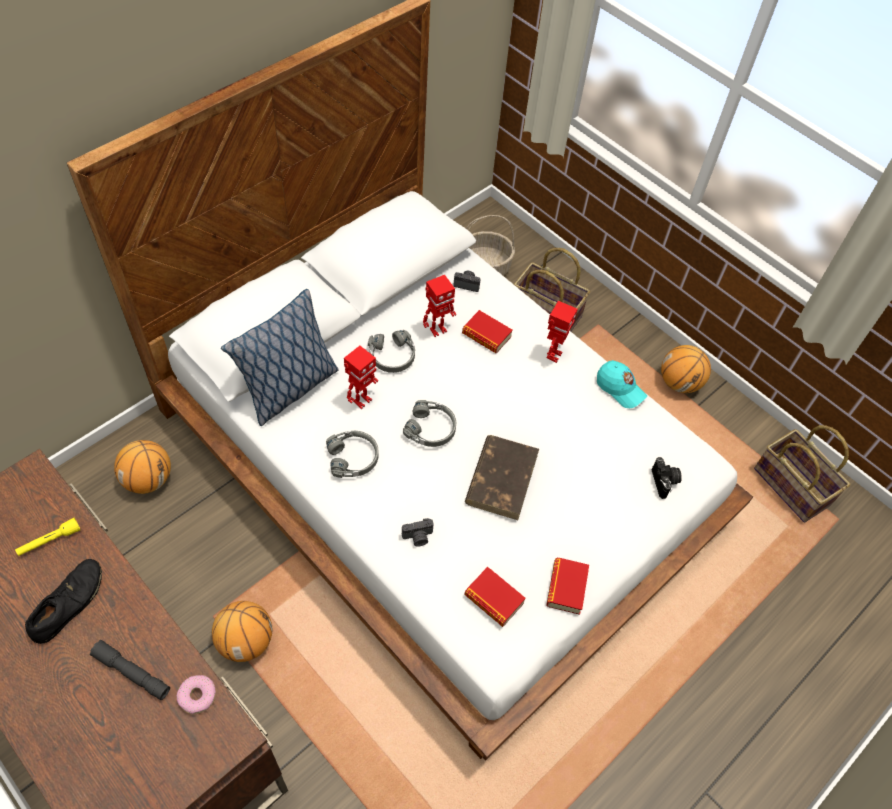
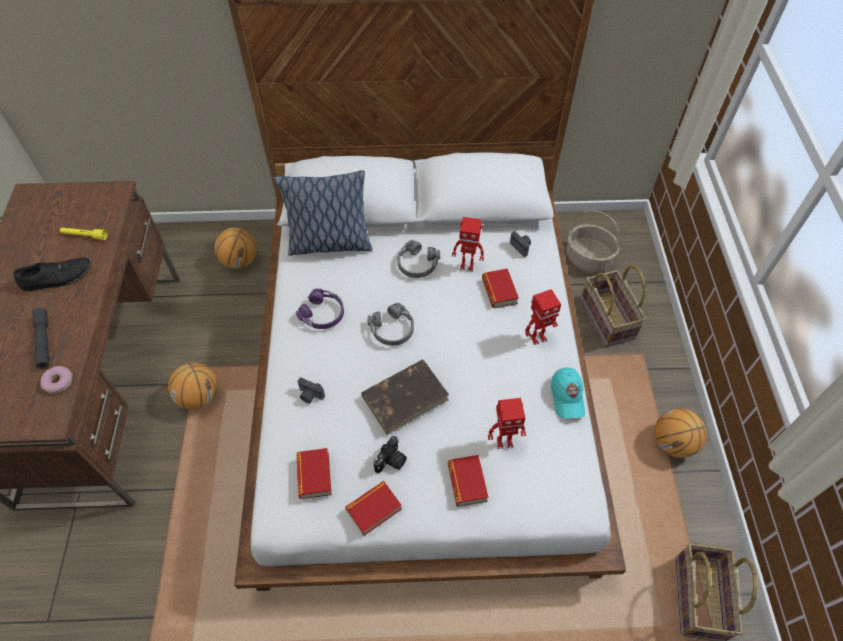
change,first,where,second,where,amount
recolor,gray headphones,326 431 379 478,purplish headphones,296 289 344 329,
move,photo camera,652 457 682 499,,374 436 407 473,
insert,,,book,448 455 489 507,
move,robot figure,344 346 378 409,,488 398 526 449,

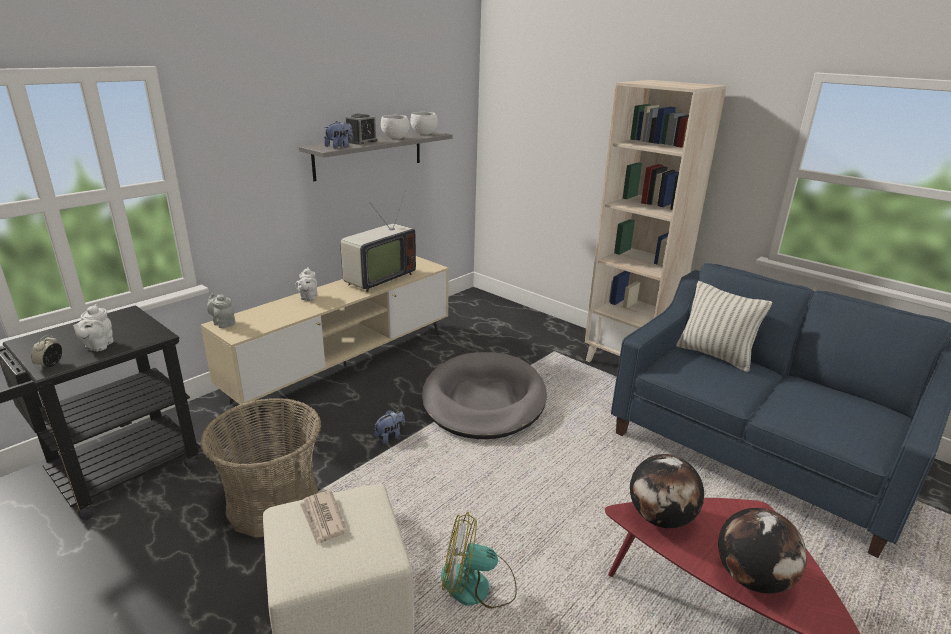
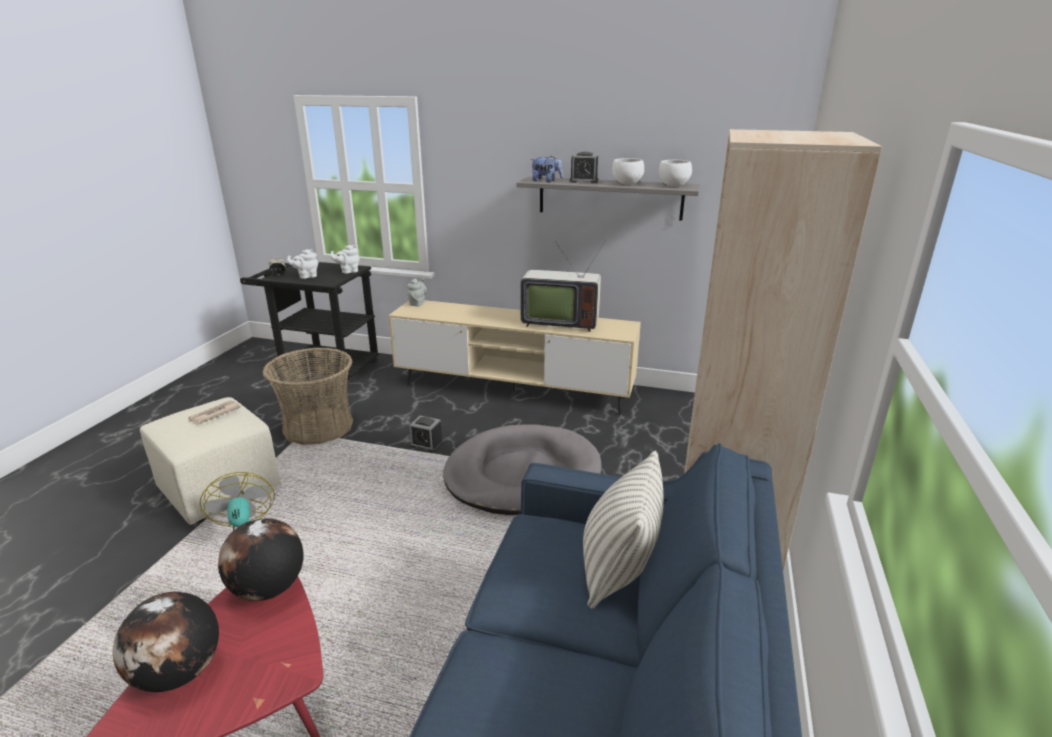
change,first,where,second,where,amount
move,whitish tea pot,295 267 317 301,,330 245 360 274,
replace,cuddly toy,374 410 405 444,bedside clock,409 416 443 452,

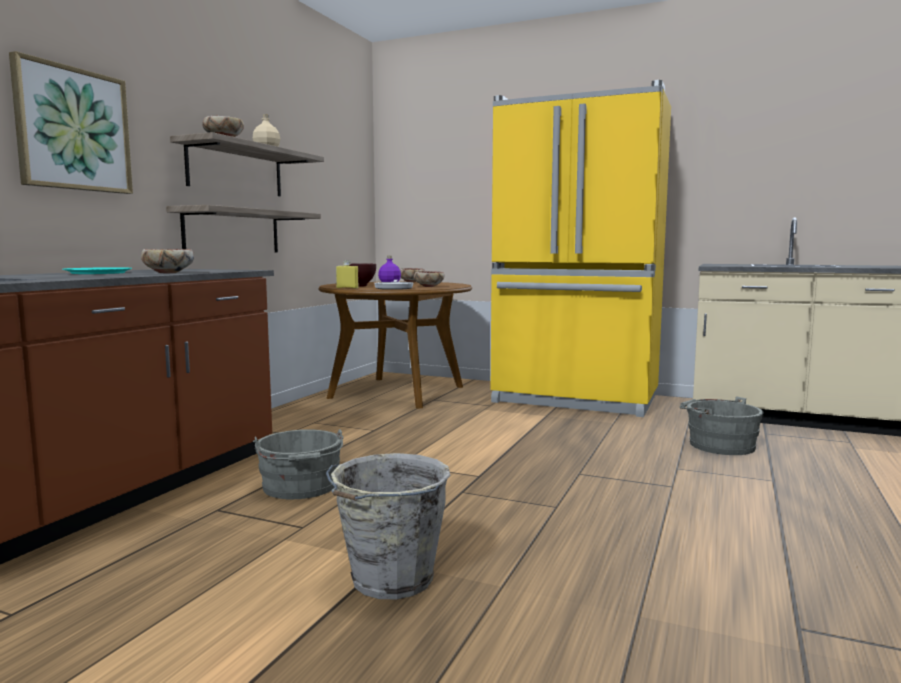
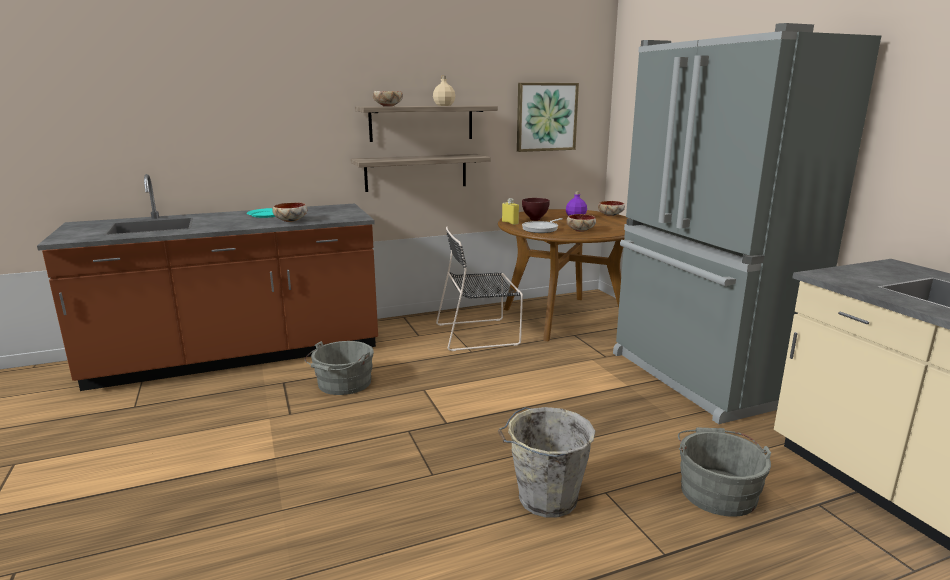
change,first,where,second,where,amount
insert,,,blackish chair,436 227 523 351,
move,gray water bucket,326 453 451 599,,498 407 595 518,
move,picture,9 51 133 194,,517 83 579 152,
recolor,yellow refrigerator,491 80 671 417,gray refrigerator,613 23 881 424,

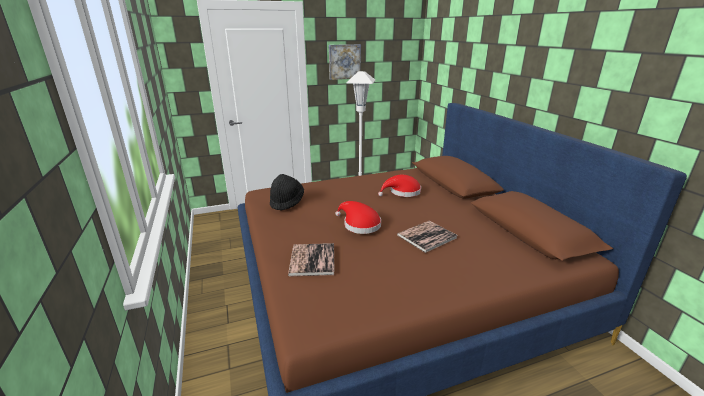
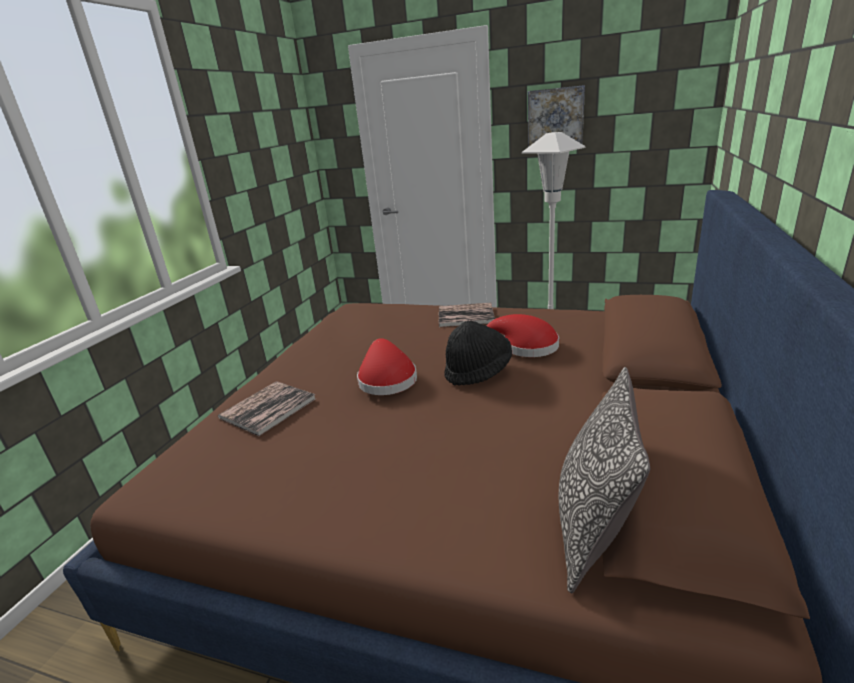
change,first,where,second,where,amount
move,book,397 220 457 253,,439 303 495 327,
move,blackish hat,270 174 304 211,,444 320 512 386,
insert,,,throw pillow,559 367 650 593,

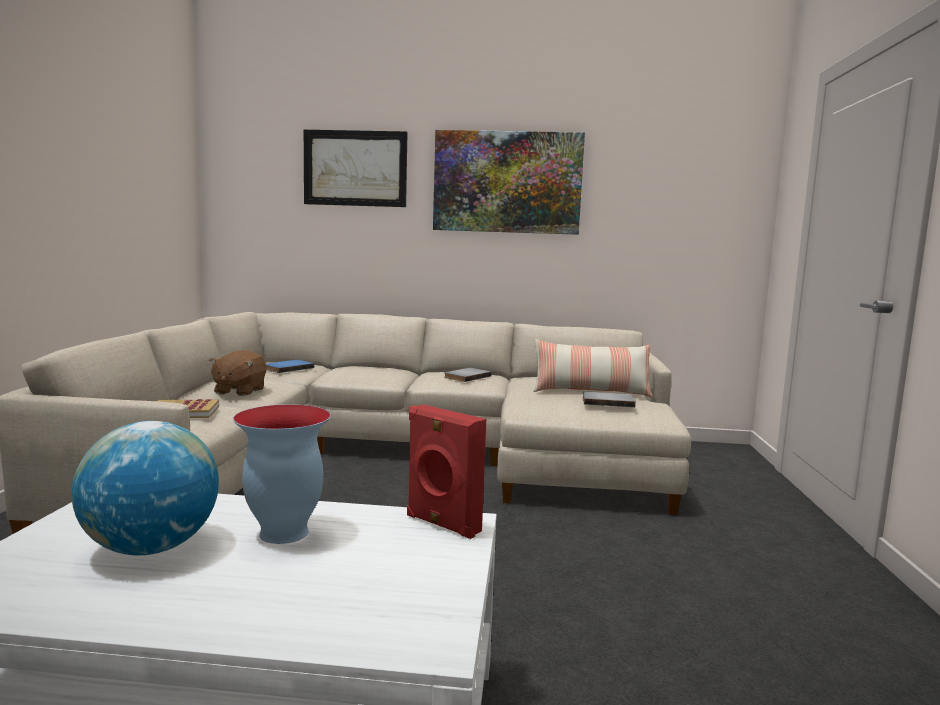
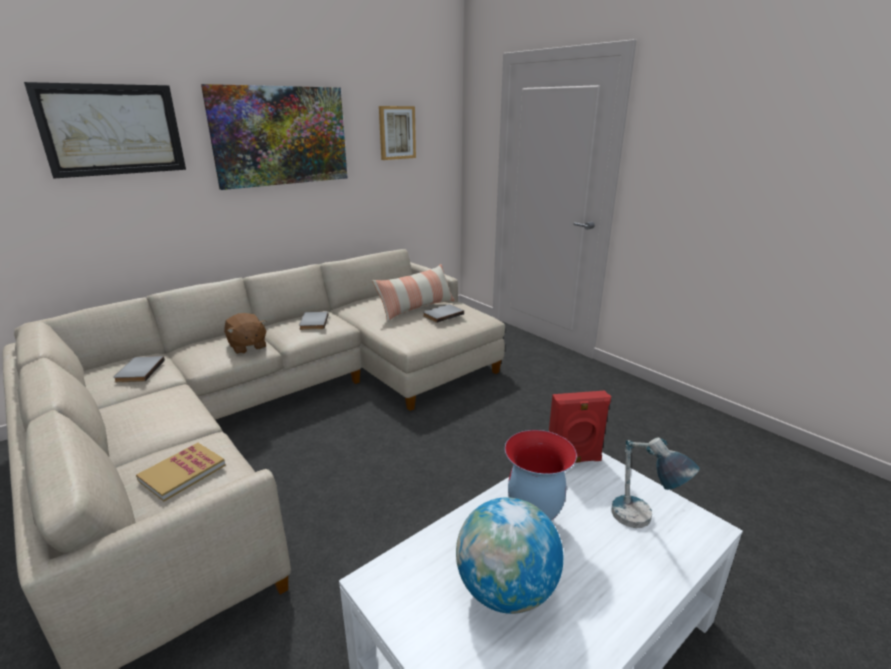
change,first,where,second,where,amount
recolor,blue book,266 360 314 373,gray book,113 356 165 383,
move,brown-coloured cuddly toy,209 350 266 396,,224 313 267 354,
insert,,,picture,379 106 416 160,
insert,,,lamp for a table,611 438 700 528,

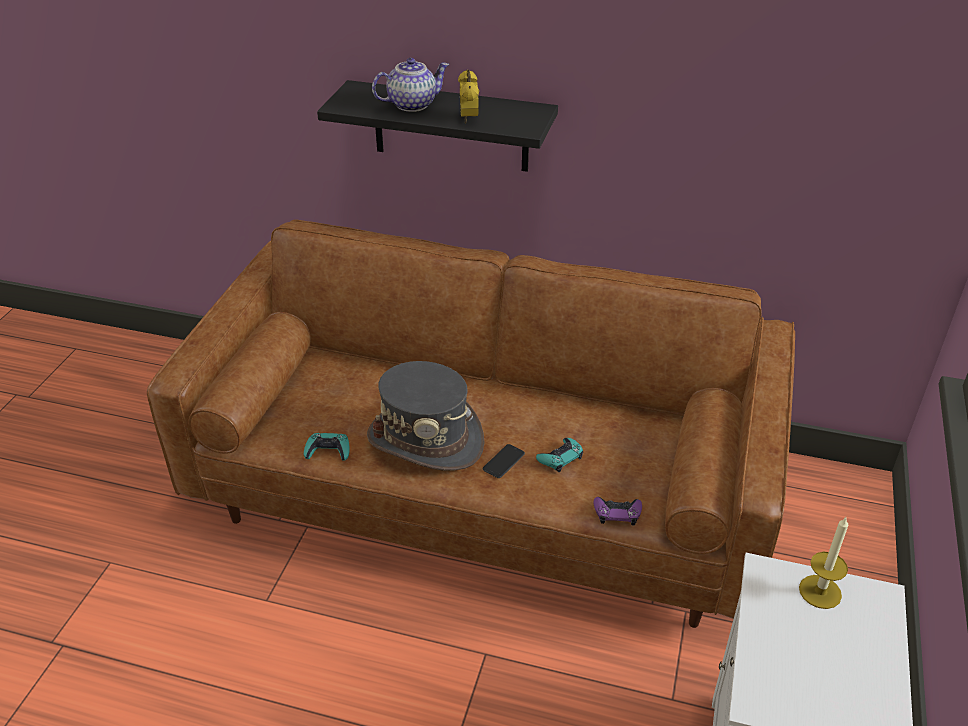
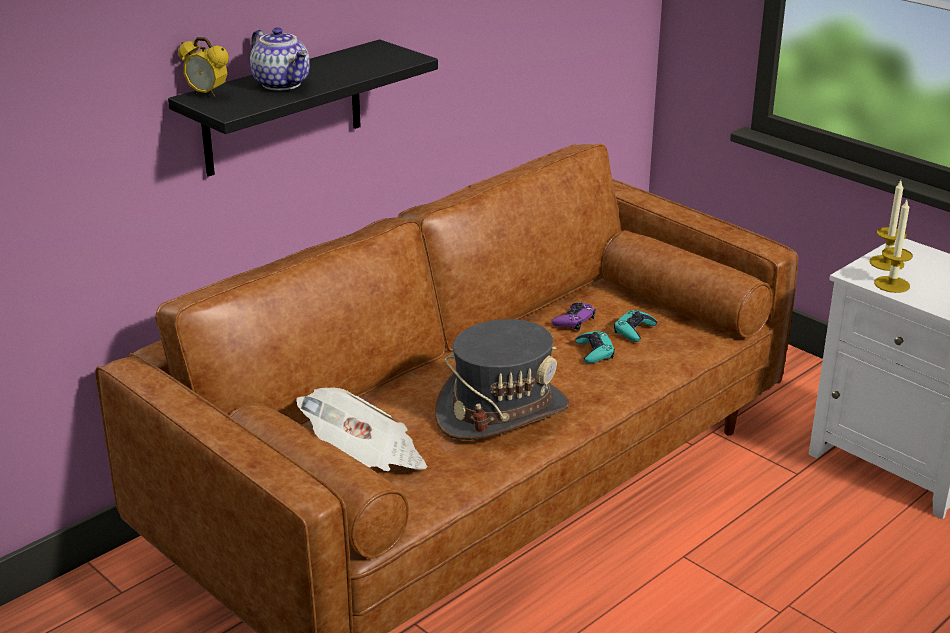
change,first,where,second,where,amount
move,bedside clock,458 70 479 123,,178 37 229 98,
rotate,tea pot,372 58 450 112,,250 27 310 91,135 degrees clockwise
insert,,,newspaper,296 387 428 471,
move,purplish joypad,594 497 642 525,,551 302 596 331,
move,blue-green joypad,304 433 350 461,,614 310 657 342,
insert,,,wax light,874 200 913 293,
delete,phone,483 444 525 478,,,

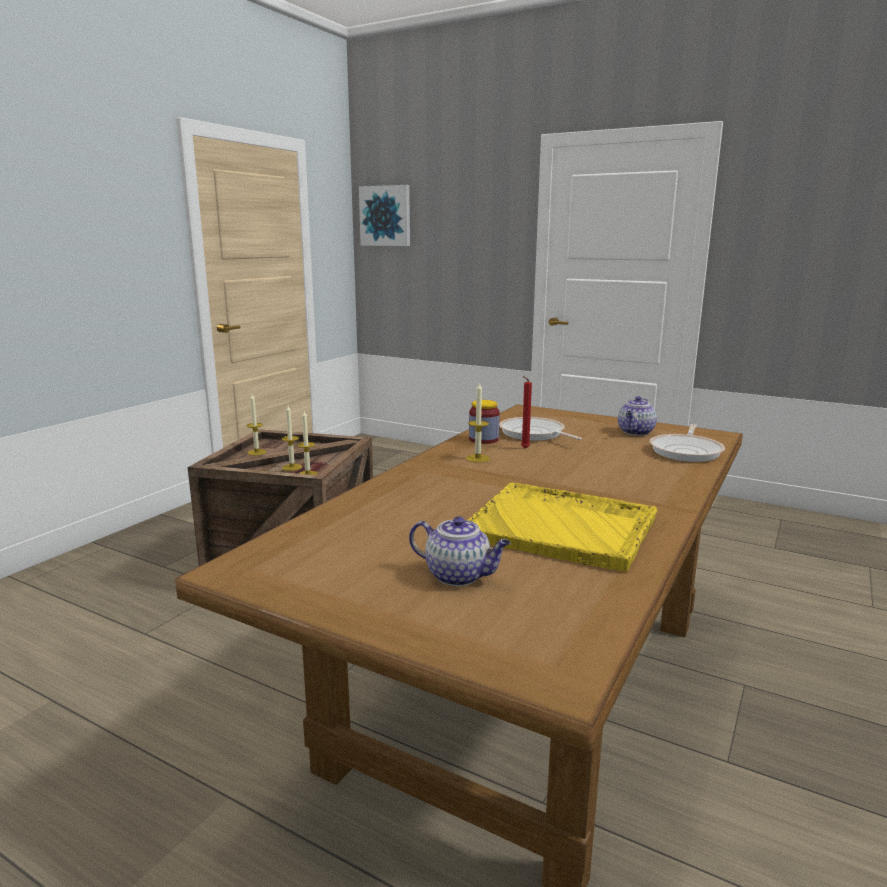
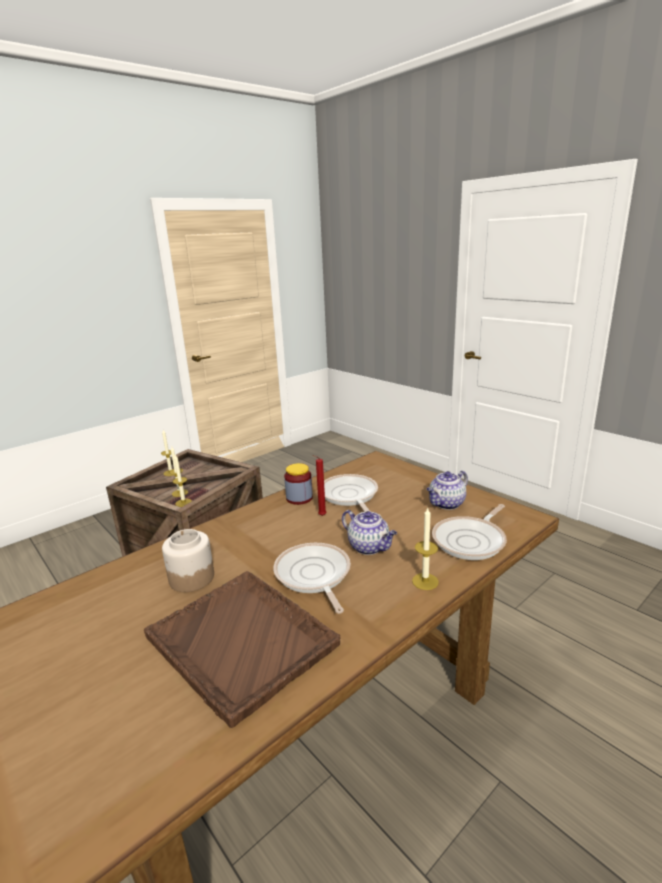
change,first,where,second,where,amount
recolor,yellow serving tray,468 483 657 572,brown-coloured serving tray,144 571 340 728,
insert,,,preserve jar,162 529 214 592,
insert,,,skillet,273 543 351 614,
move,tea pot,409 516 511 586,,342 510 397 555,
move,wax light,466 382 490 463,,412 508 439 590,
delete,picture,359 185 410 246,,,

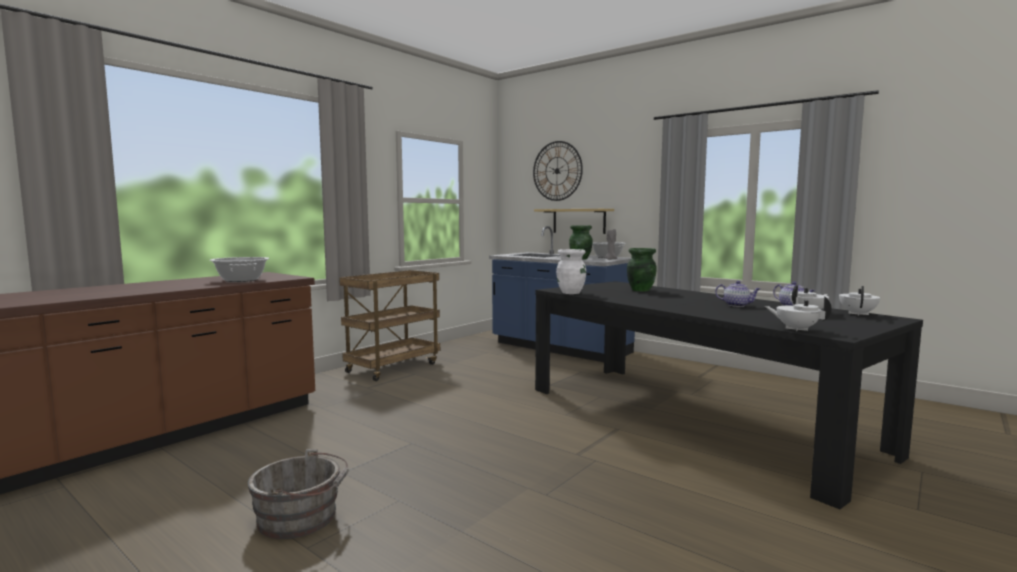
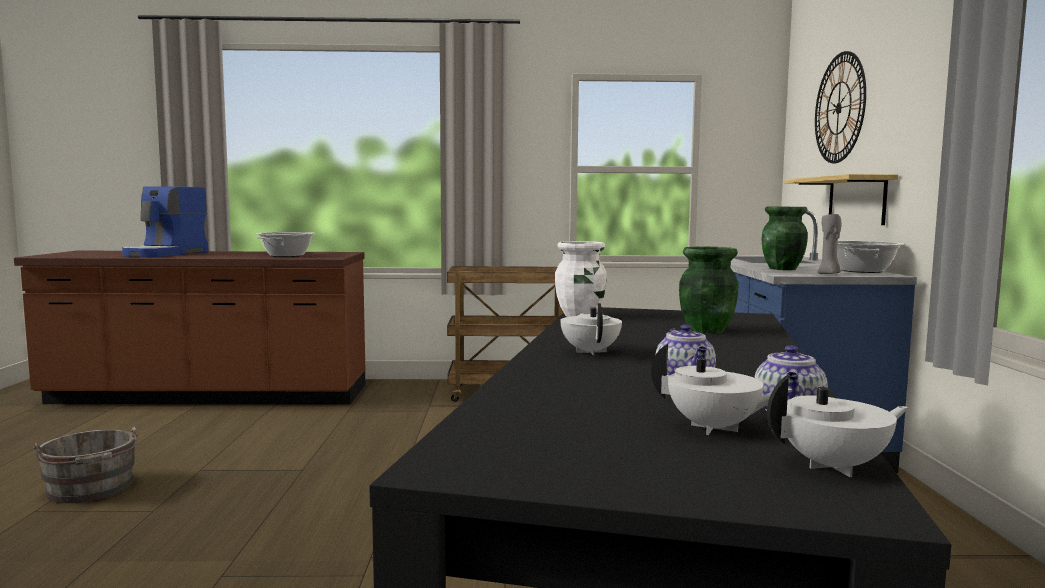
change,first,where,second,where,amount
insert,,,coffee maker,122 186 209 257,
move,whitish tea pot,765 296 832 331,,560 303 622 355,

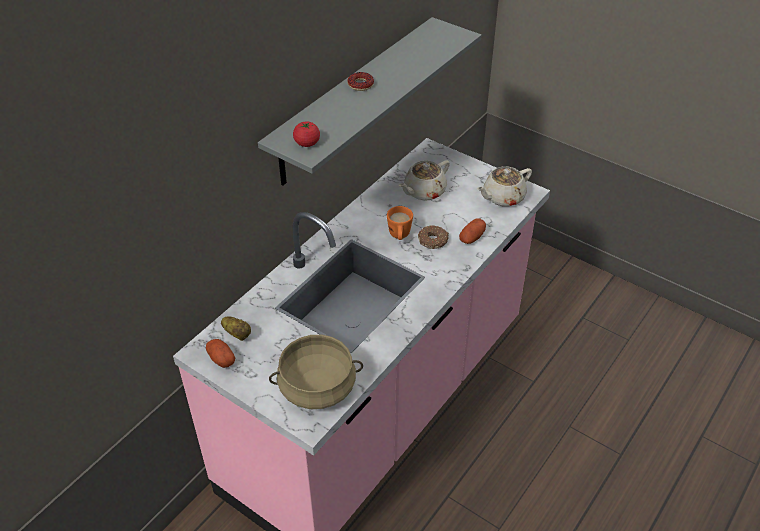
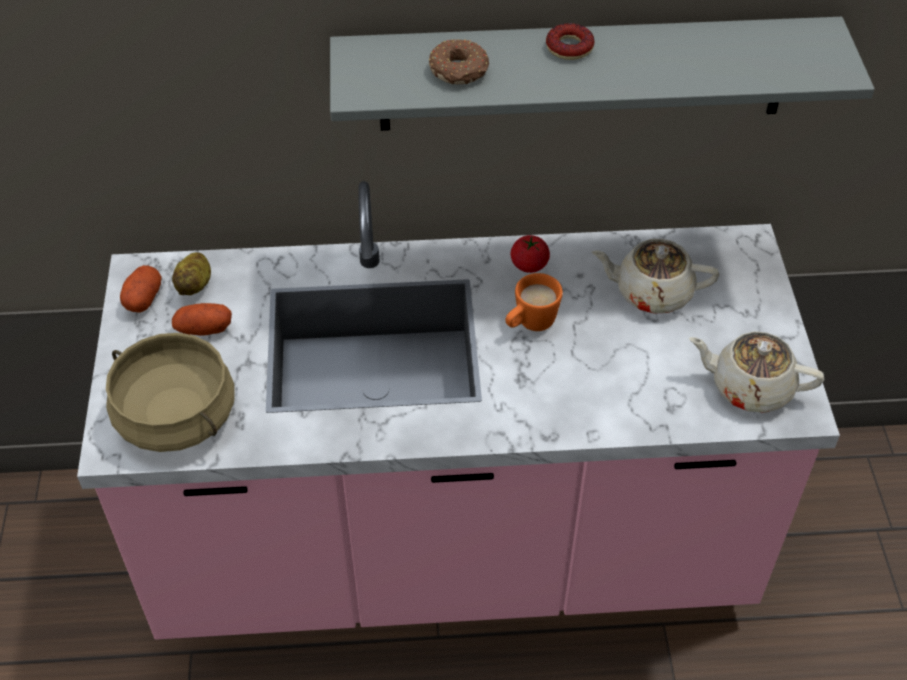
change,first,where,second,where,amount
move,potato,459 218 486 244,,172 303 232 336,
move,donut,418 225 449 249,,429 39 489 84,
move,fresh tomato,293 121 320 147,,510 235 550 273,

